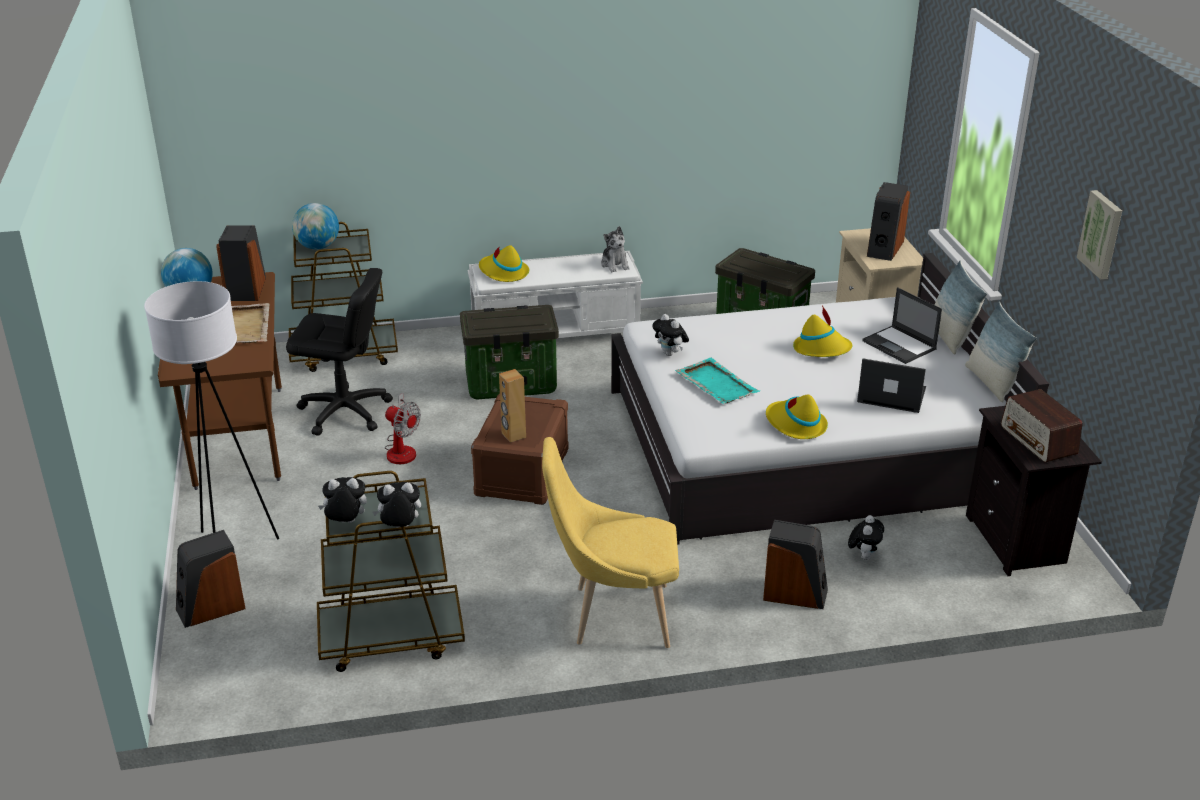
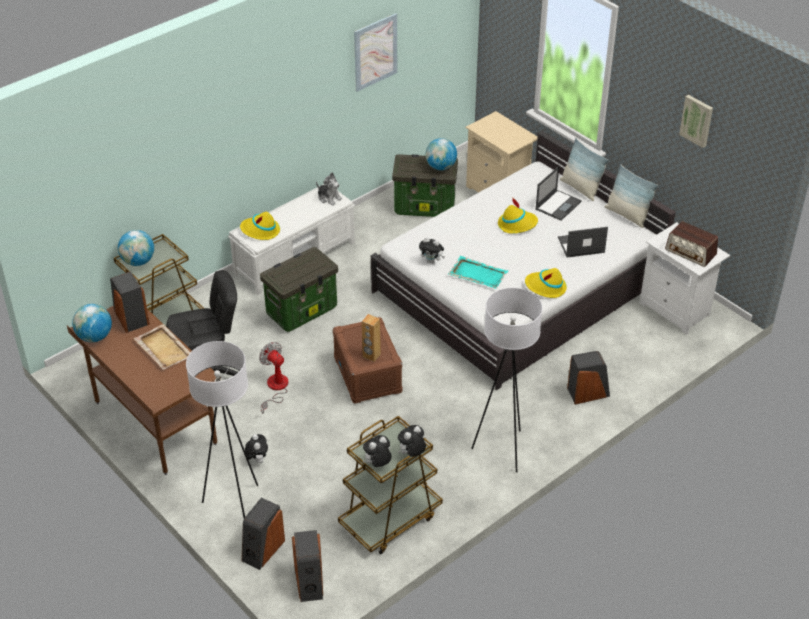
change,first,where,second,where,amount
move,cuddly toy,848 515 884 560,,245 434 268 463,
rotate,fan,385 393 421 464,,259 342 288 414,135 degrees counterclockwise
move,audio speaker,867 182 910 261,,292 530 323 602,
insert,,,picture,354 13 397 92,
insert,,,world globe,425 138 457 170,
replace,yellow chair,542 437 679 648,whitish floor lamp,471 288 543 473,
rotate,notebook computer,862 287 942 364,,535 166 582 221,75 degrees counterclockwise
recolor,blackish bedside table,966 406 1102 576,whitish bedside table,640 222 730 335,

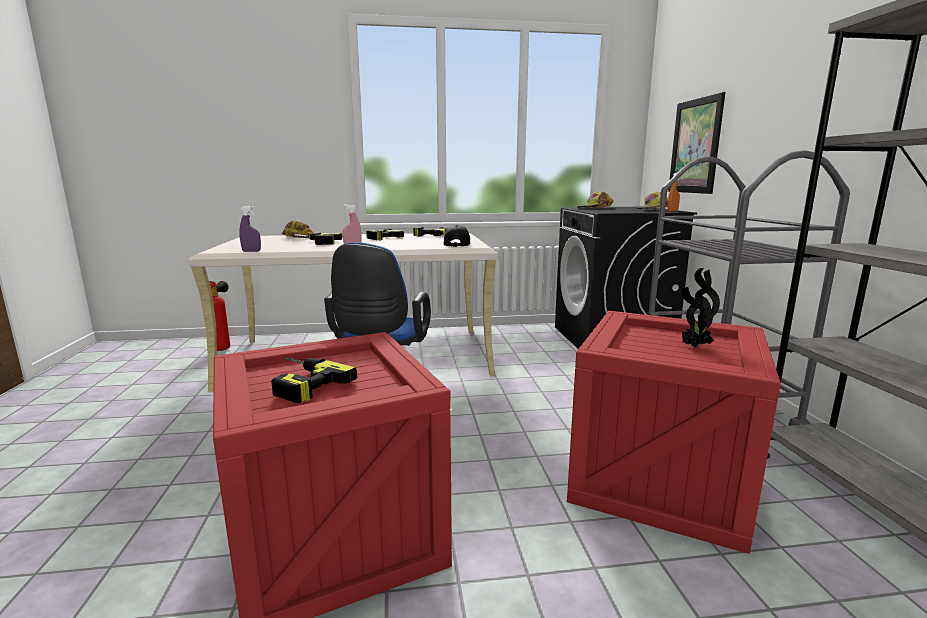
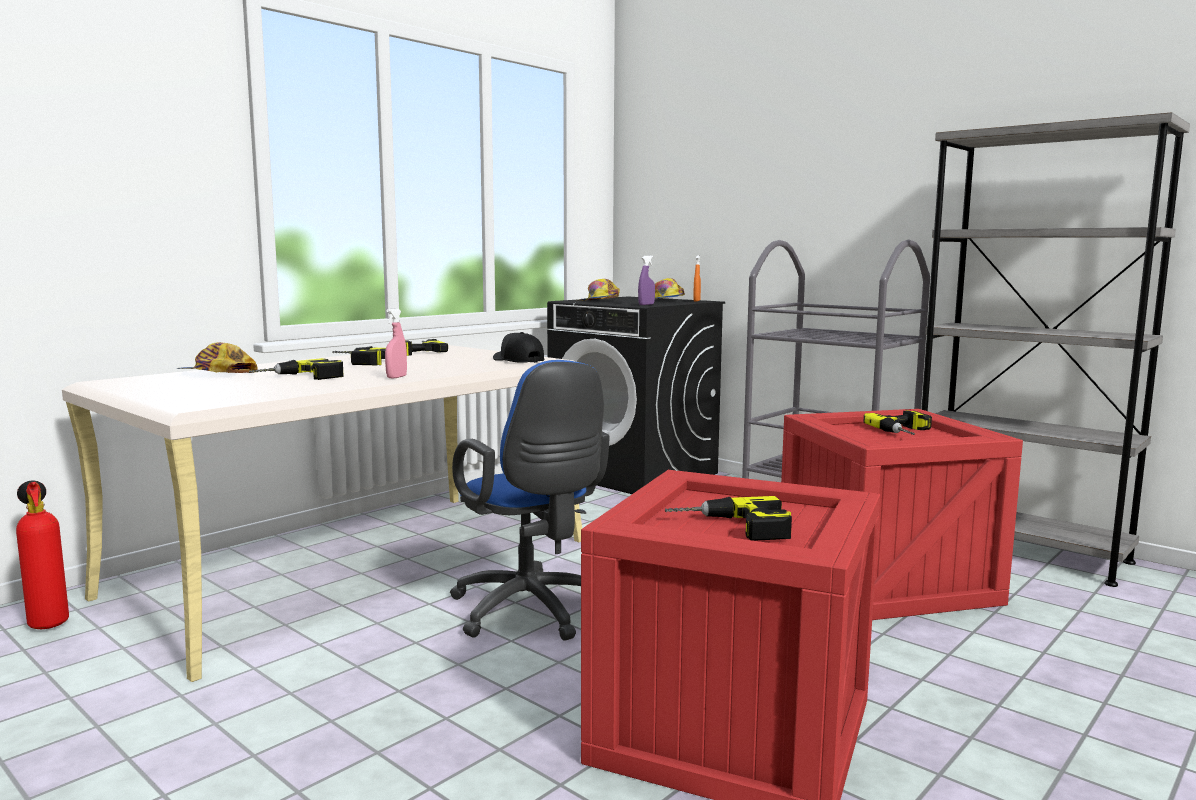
change,first,where,second,where,amount
move,purplish sprayer,239 206 261 252,,638 256 655 305,
replace,houseplant,682 268 720 348,drill,863 410 932 435,
delete,picture,668 92 725 194,,,

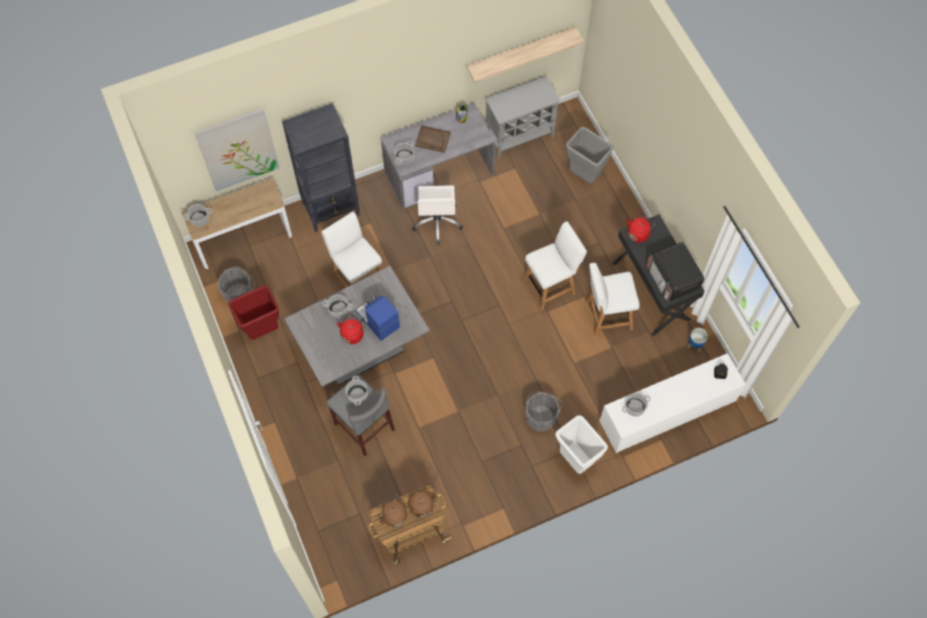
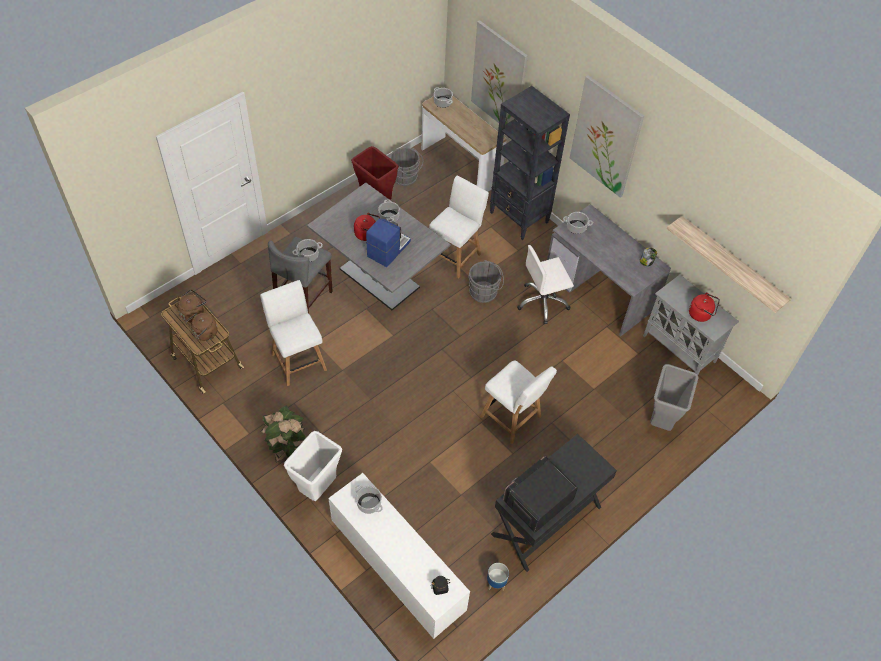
change,first,where,second,where,amount
move,whitish chair,586 263 640 336,,260 280 327 386,
insert,,,houseplant,260 406 306 462,
move,gray water bucket,526 392 562 432,,468 260 504 303,
insert,,,picture,570 75 644 197,
move,reddish kettle,627 213 655 242,,689 292 720 322,
delete,brown-coloured serving tray,415 125 451 153,,,

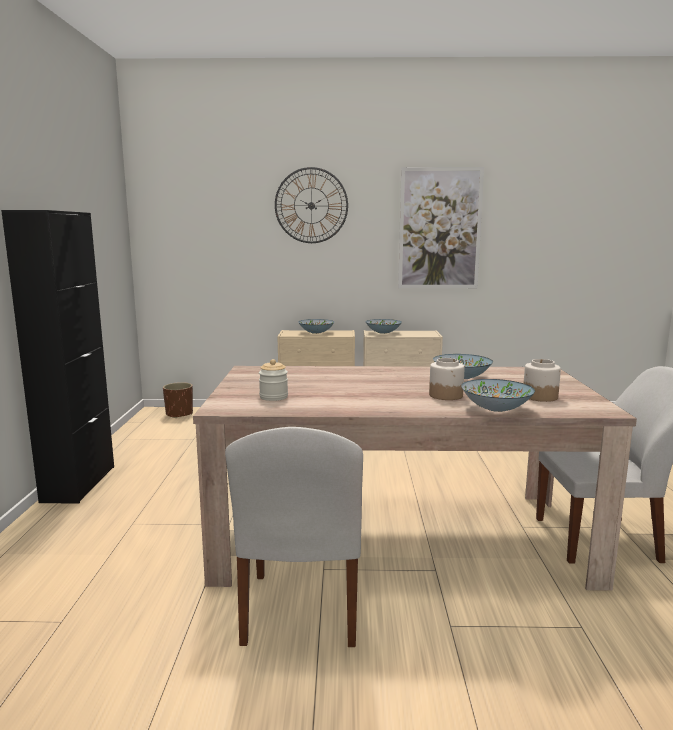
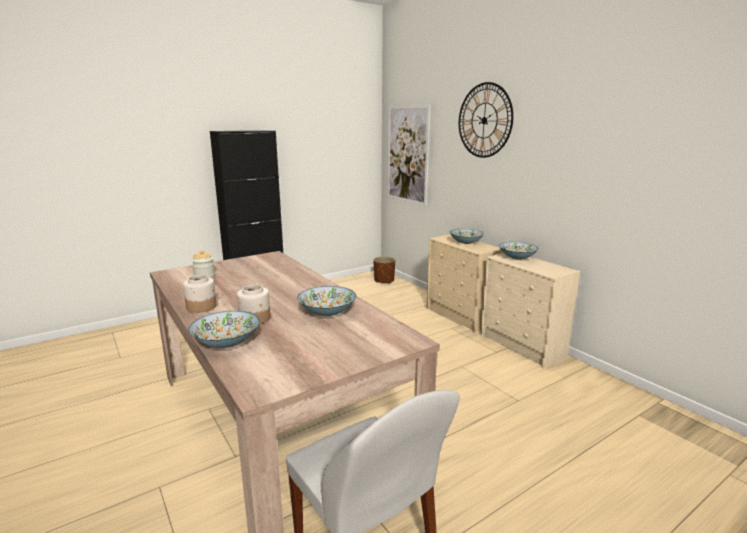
change,first,where,second,where,amount
move,preserve jar,524 359 561 402,,183 275 217 313,
move,picture,398 167 484 288,,387 105 431 206,
delete,whitish chair,225 427 363 647,,,

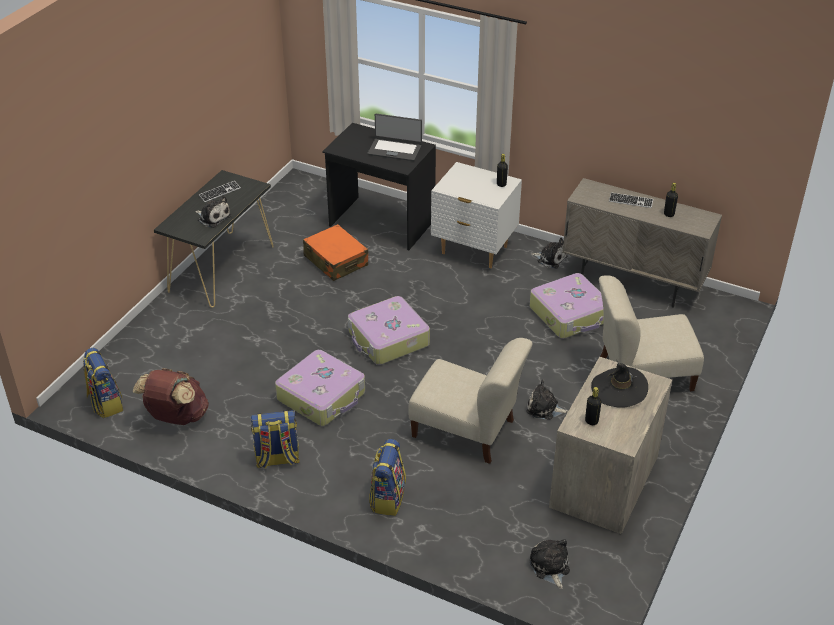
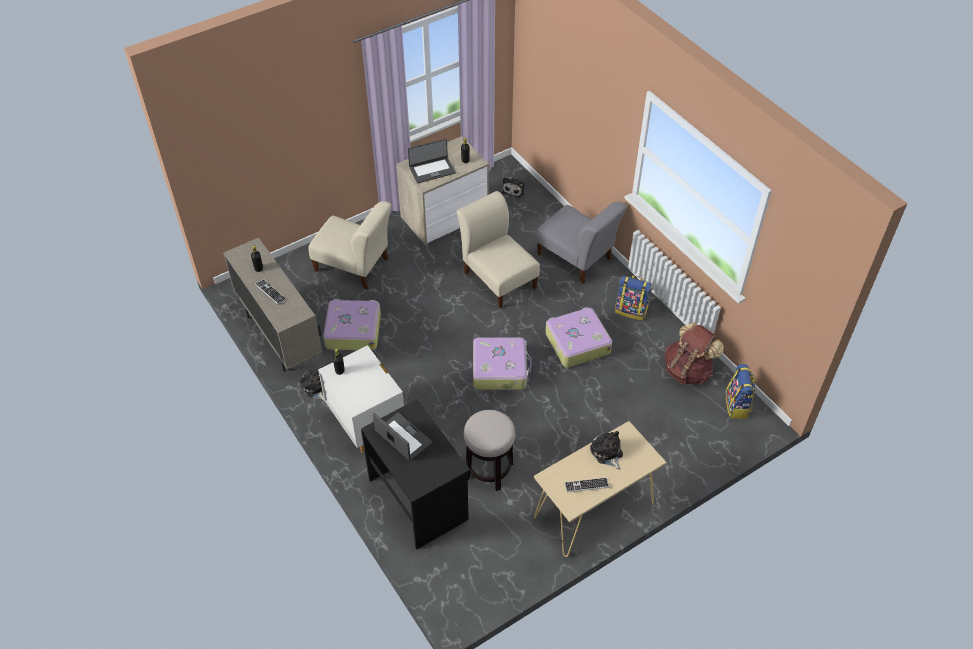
change,first,where,second,where,amount
replace,blackish hat,591 360 648 408,notebook computer,408 139 456 183,
replace,orange piece of luggage,303 224 368 281,stool,464 410 515 491,
recolor,blackish narrow table,154 170 274 308,sand-coloured narrow table,534 421 667 557,
replace,backpack,369 439 406 516,gray chair,536 201 627 284,
delete,cuddly toy,527 379 568 420,,,

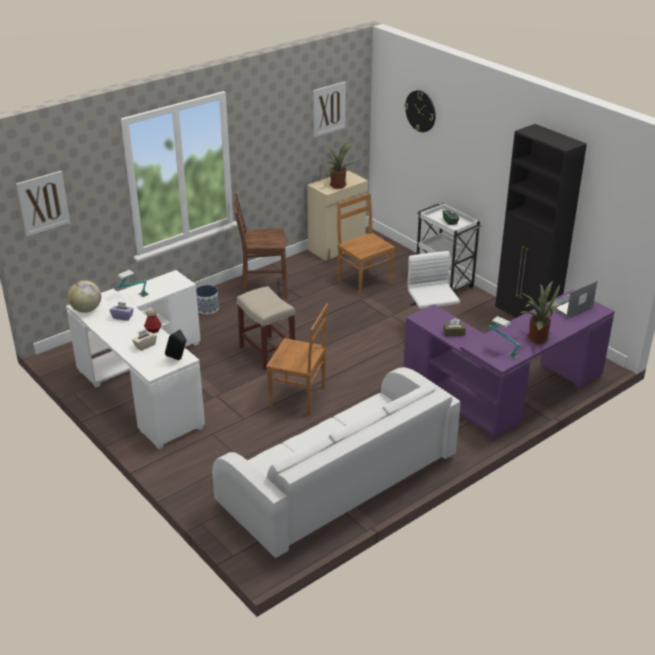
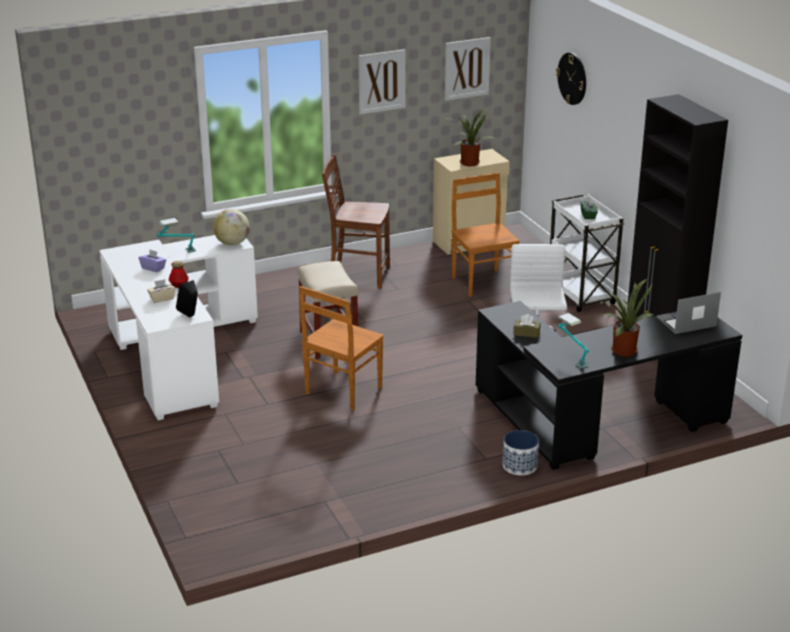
change,first,where,second,where,amount
move,world globe,68 280 101 313,,213 209 250 245,
rotate,brown-coloured chair,266 304 328 415,,299 286 384 411,90 degrees clockwise
move,picture,16 171 70 236,,358 49 406 115,
recolor,purplish desk,403 290 615 439,blackish desk,476 301 742 470,
move,plant pot,196 285 219 315,,503 430 539 476,
delete,whitish couch,212 367 460 558,,,

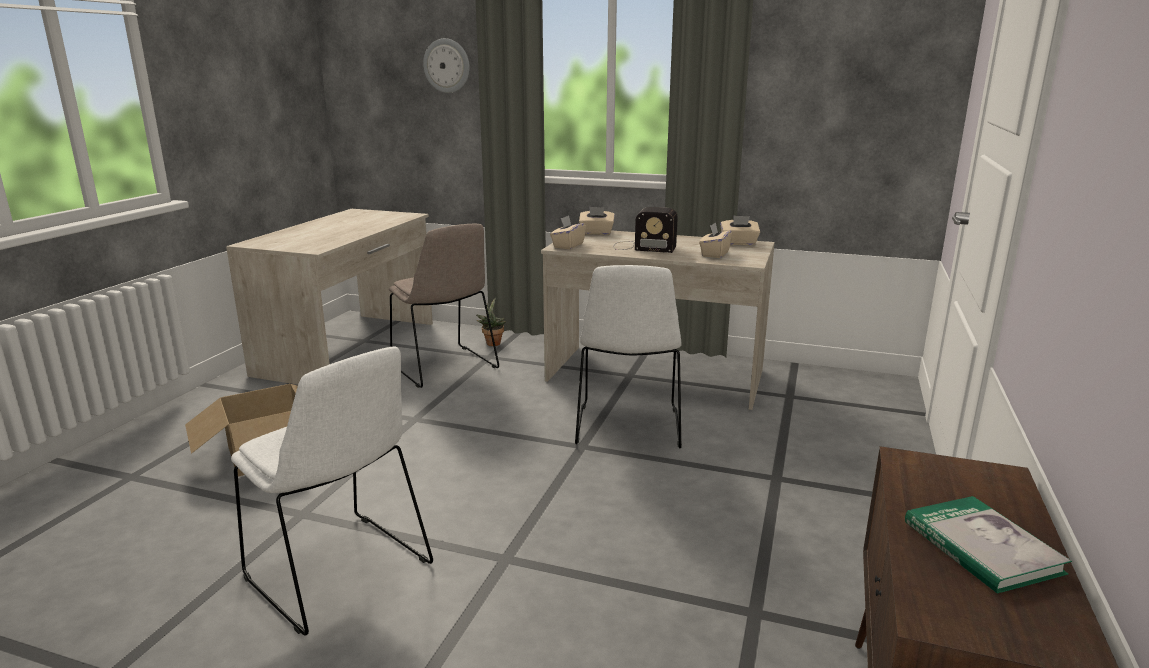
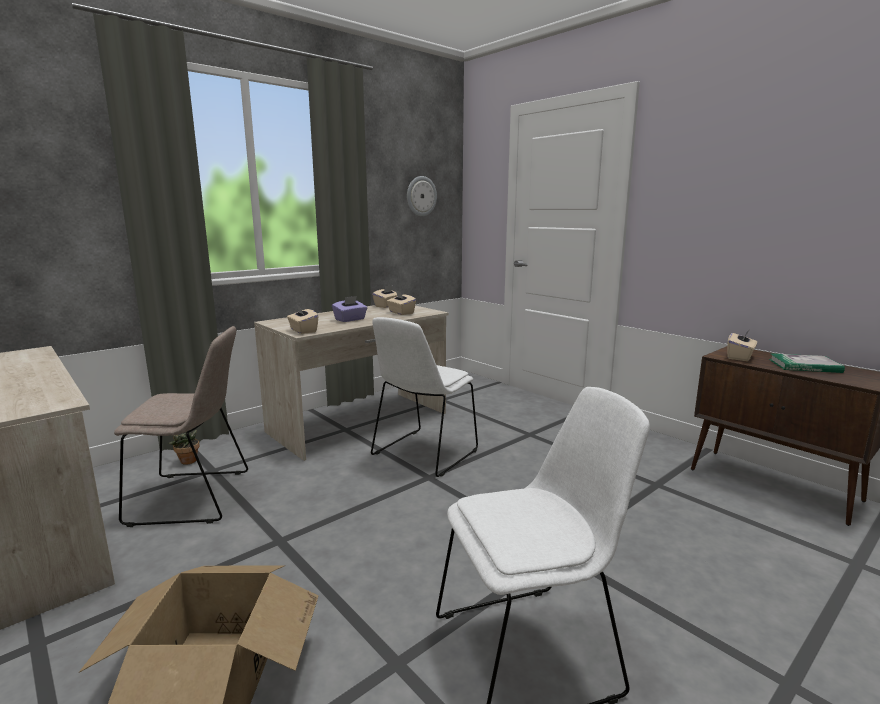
change,first,where,second,where,amount
replace,radio receiver,614 207 678 253,purplish tissue box,332 296 367 322,
rotate,whitish chair,575 265 682 449,,371 317 478 477,90 degrees clockwise
move,wall clock,423 38 470 93,,407 176 437 216,
move,sand-coloured tissue box,579 207 615 235,,727 328 757 361,

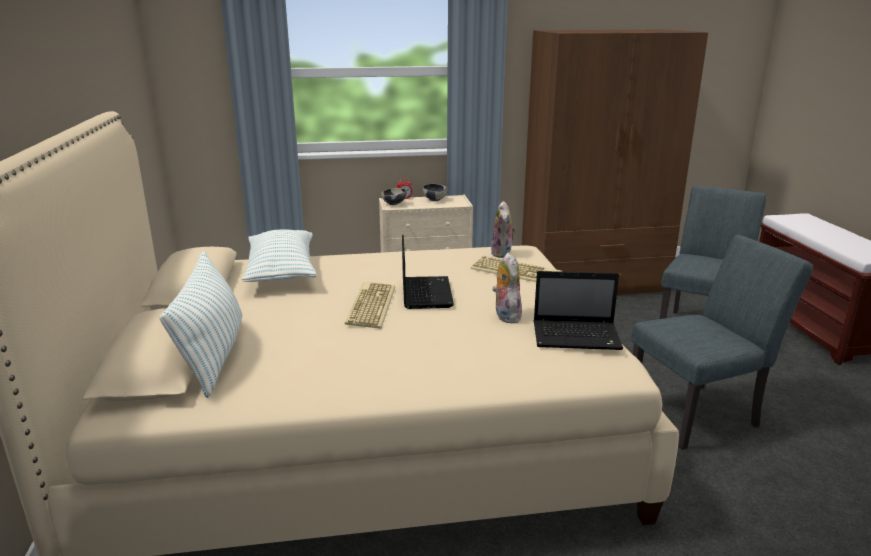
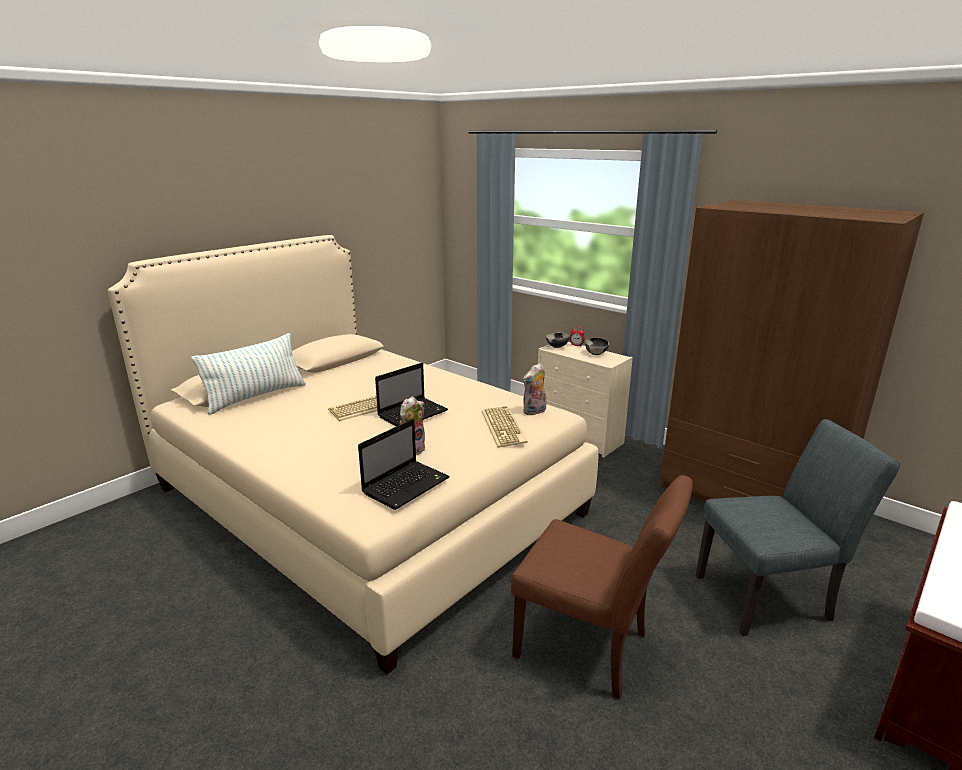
change,first,where,second,where,amount
rotate,notebook computer,534 271 623 350,,358 419 450 510,105 degrees counterclockwise
recolor,gray chair,631 235 813 450,brown-coloured chair,511 475 693 699,
delete,throw pillow,242 229 317 282,,,

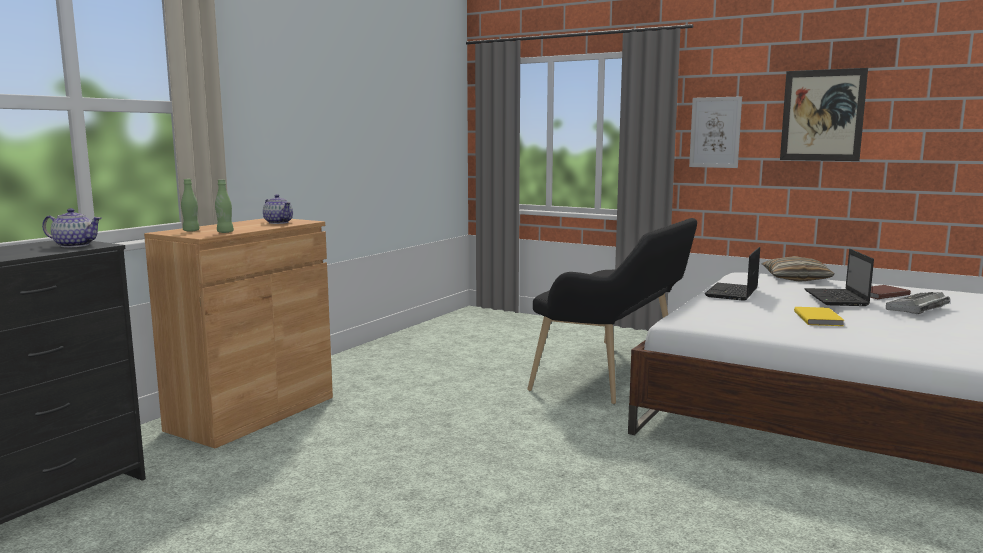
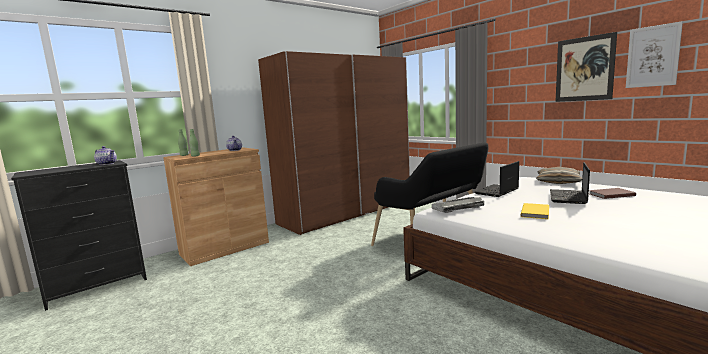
change,first,where,second,where,amount
insert,,,brown-coloured wardrobe,258 51 410 235,
move,computer keyboard,886 292 950 314,,432 197 484 213,
move,picture,689 96 742 168,,626 21 683 88,

